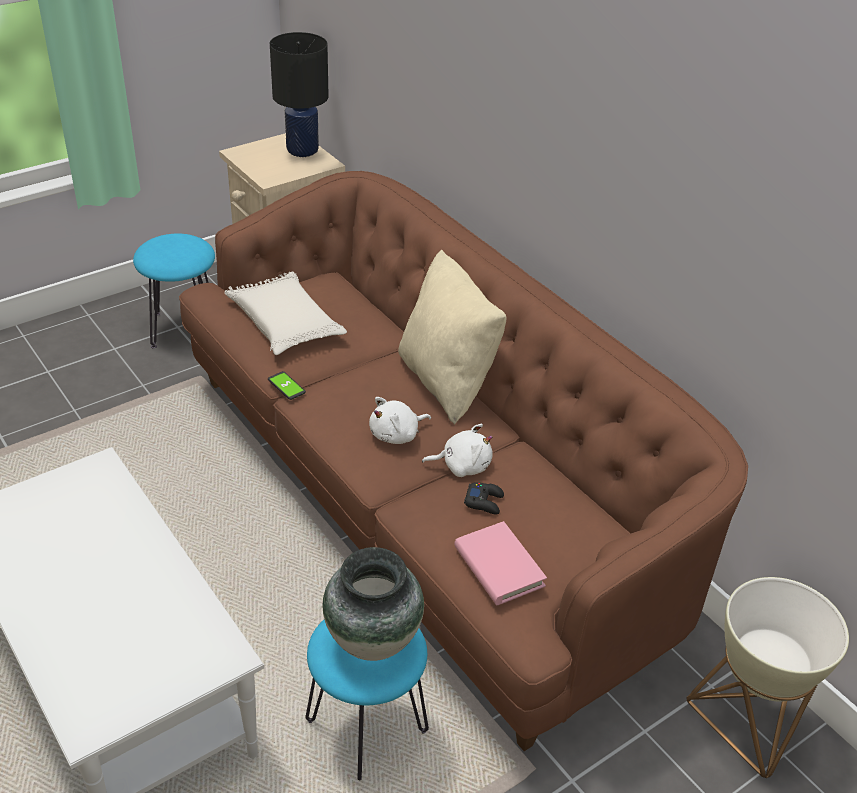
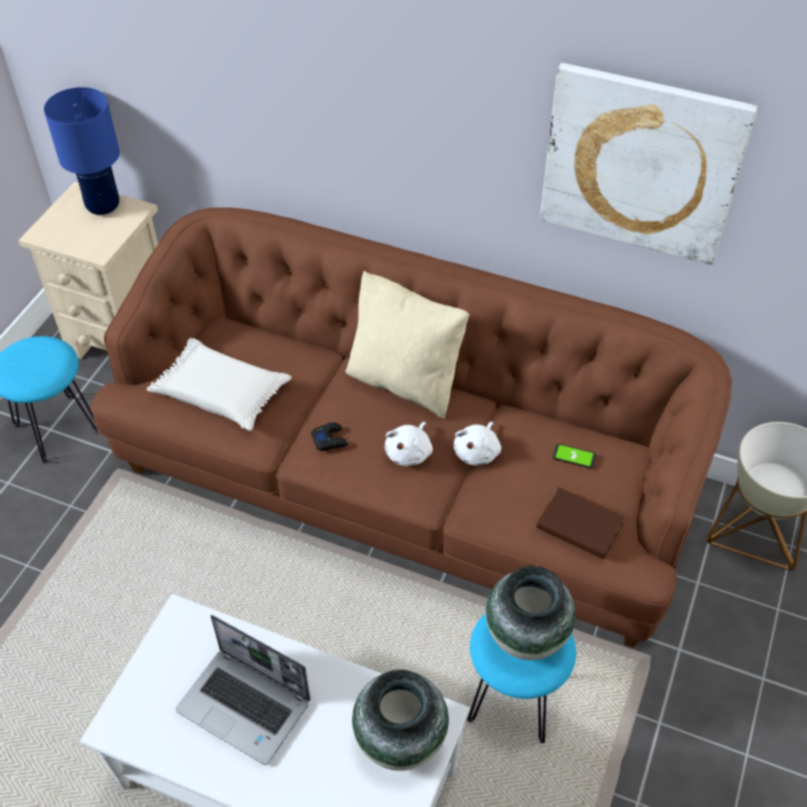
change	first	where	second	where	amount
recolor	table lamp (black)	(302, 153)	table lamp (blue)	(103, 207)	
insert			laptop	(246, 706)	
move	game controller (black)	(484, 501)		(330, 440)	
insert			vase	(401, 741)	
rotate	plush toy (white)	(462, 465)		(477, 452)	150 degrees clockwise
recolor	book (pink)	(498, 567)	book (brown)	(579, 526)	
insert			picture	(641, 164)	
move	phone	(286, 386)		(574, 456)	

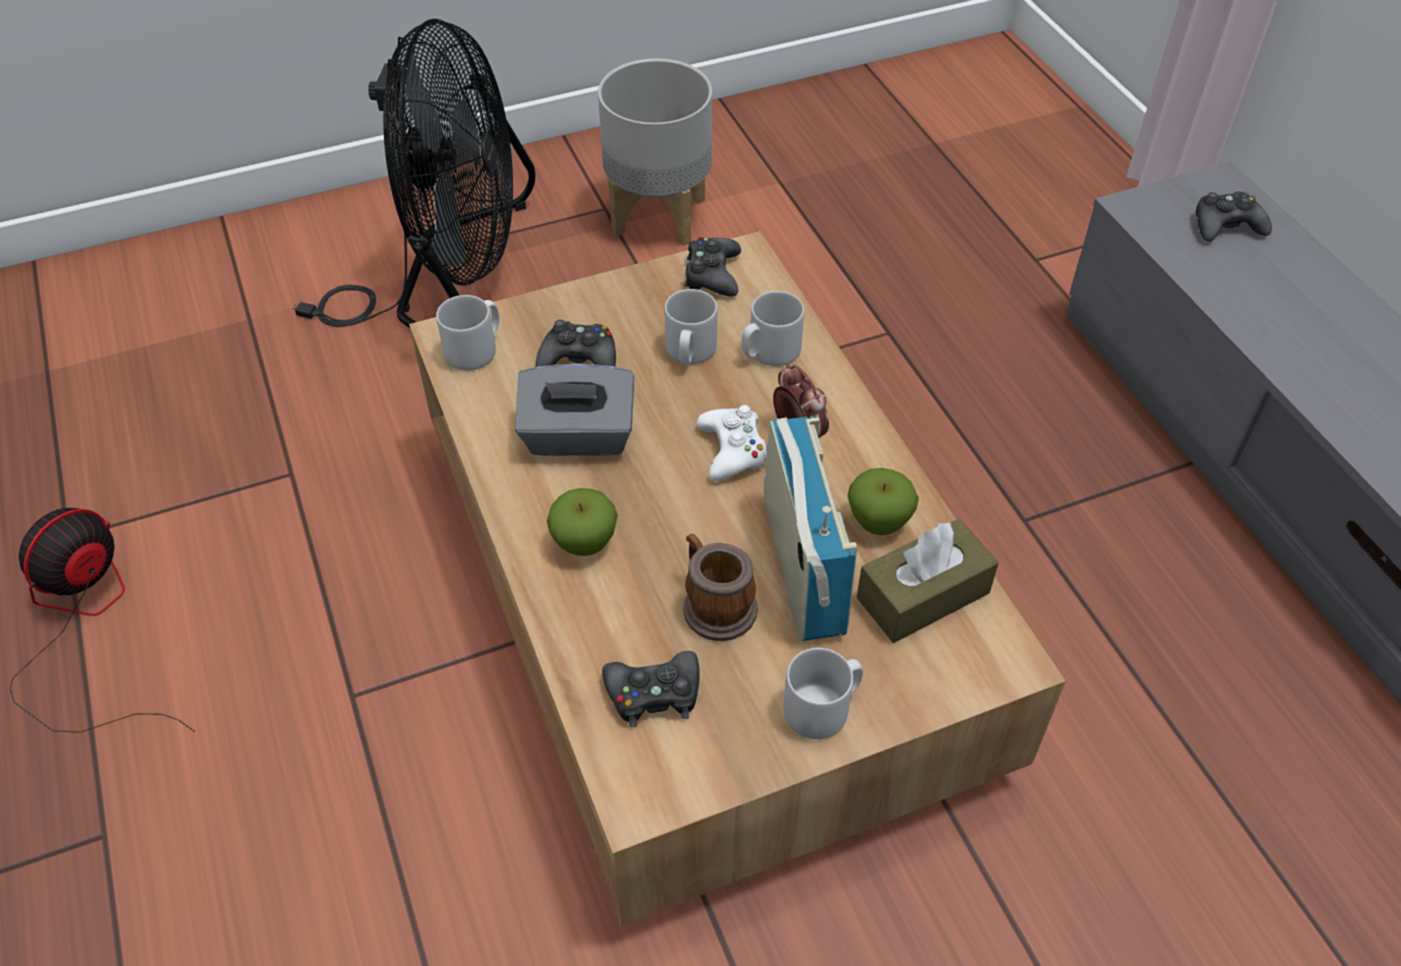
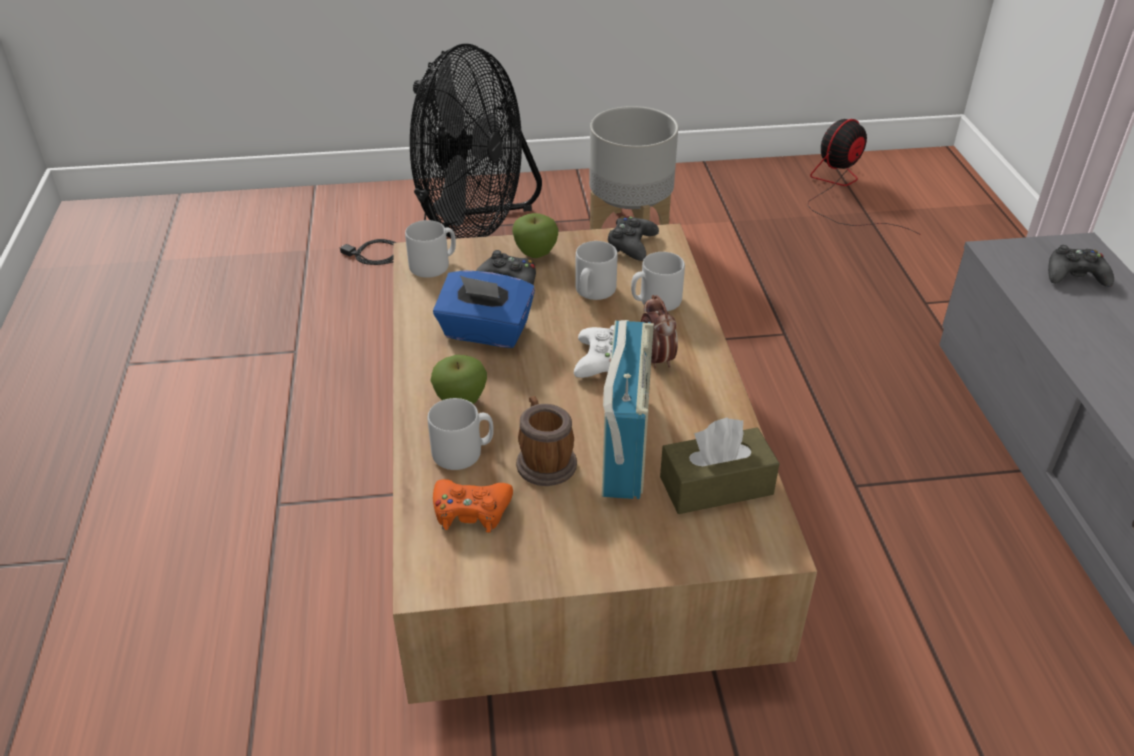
change	first	where	second	where	amount
move	mug (grey)	(823, 708)		(463, 452)	
recolor	tissue box (grey)	(578, 437)	tissue box (blue)	(485, 332)	
recolor	game controller (black)	(654, 694)	game controller (orange)	(471, 511)	
move	apple	(878, 522)		(535, 253)	
move	fan	(88, 628)		(842, 190)	

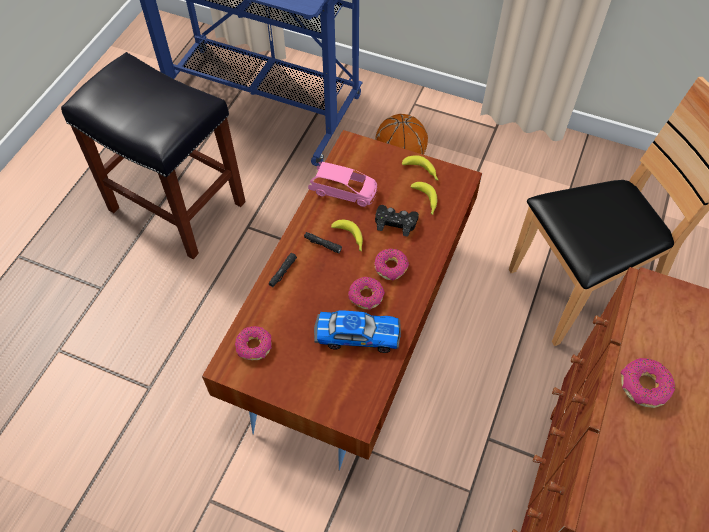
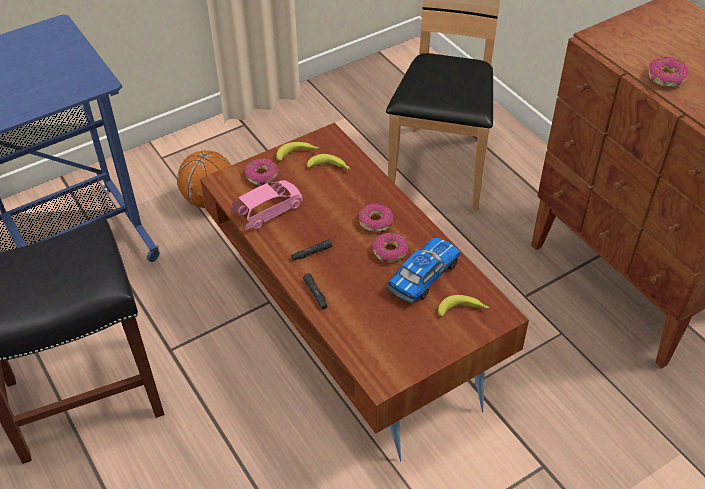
change	first	where	second	where	amount
move	donut	(254, 346)		(262, 176)	
move	banana	(350, 238)		(463, 310)	
delete	game controller (black)	(395, 222)			

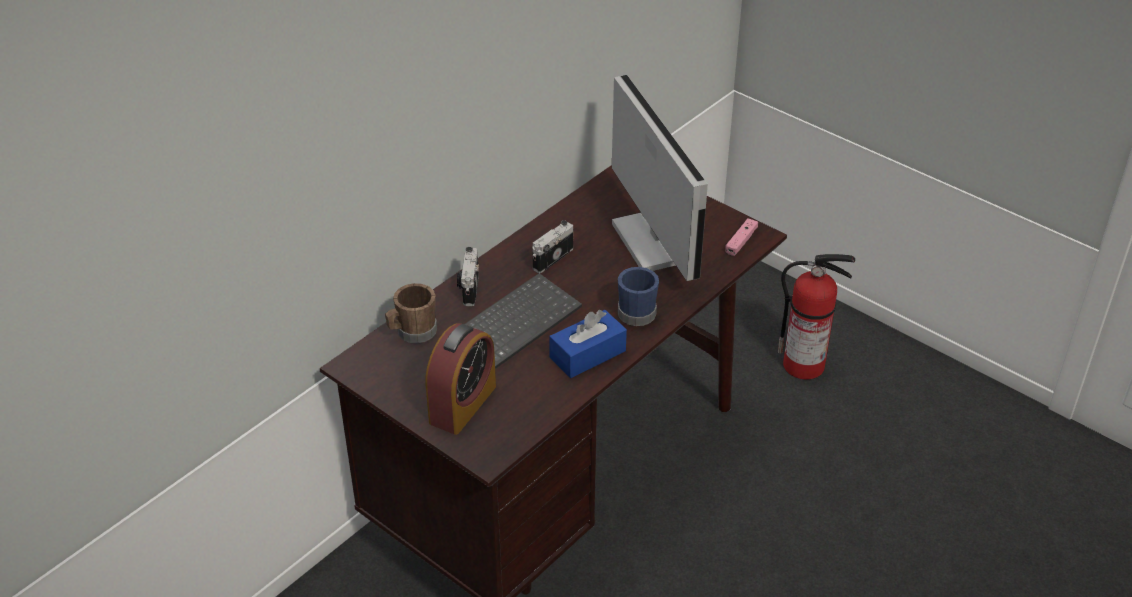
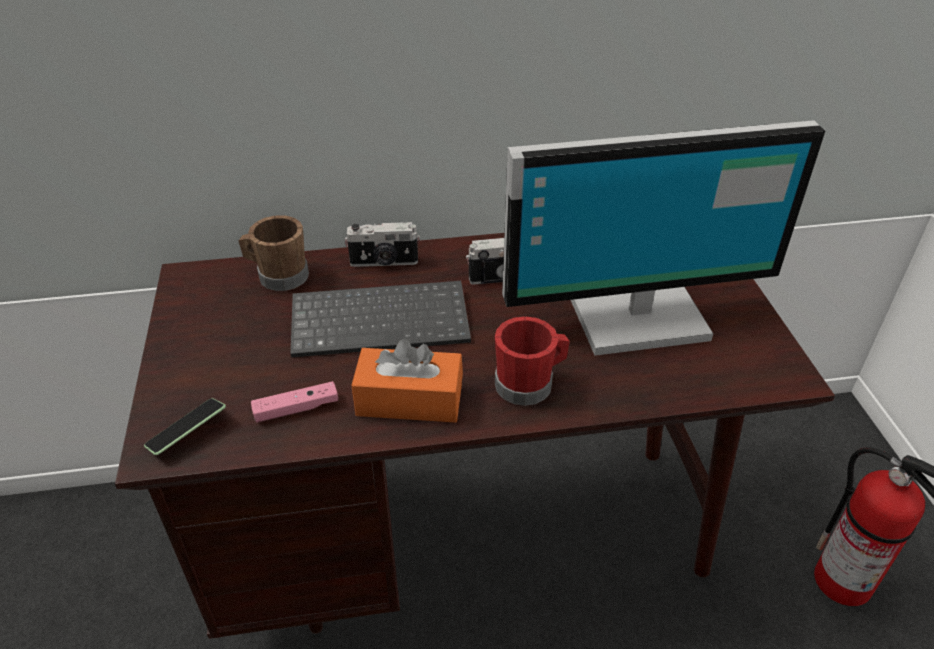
change	first	where	second	where	amount
insert			phone	(188, 434)	
move	game controller (pink)	(741, 241)		(296, 409)	
rotate	photo camera	(469, 288)		(384, 262)	135 degrees counterclockwise
recolor	tissue box (blue)	(587, 354)	tissue box (orange)	(409, 400)	
recolor	mug (blue)	(639, 311)	mug (red)	(529, 383)	
rotate	monitor	(651, 242)		(636, 314)	60 degrees clockwise
delete	alarm clock	(462, 404)			

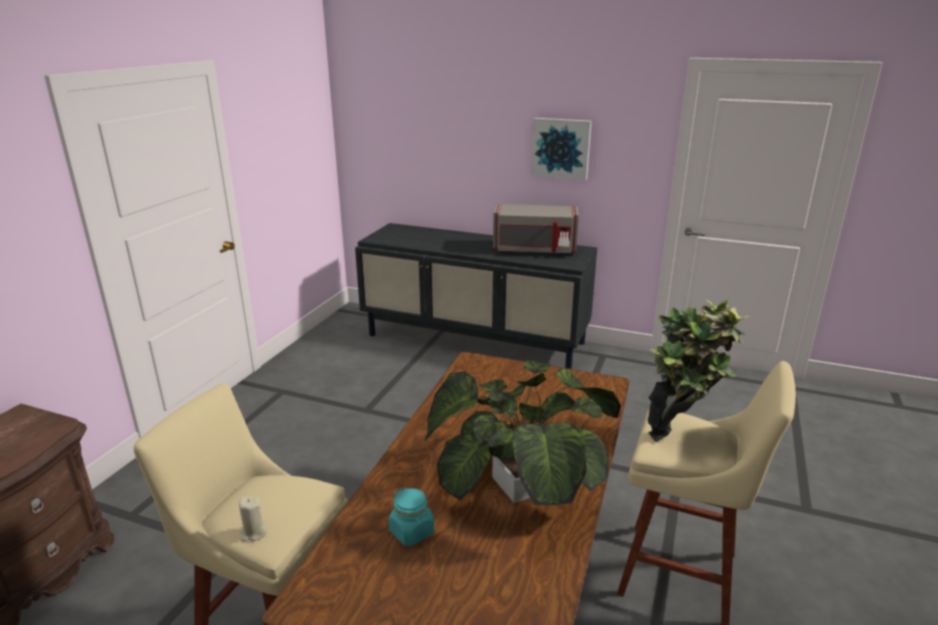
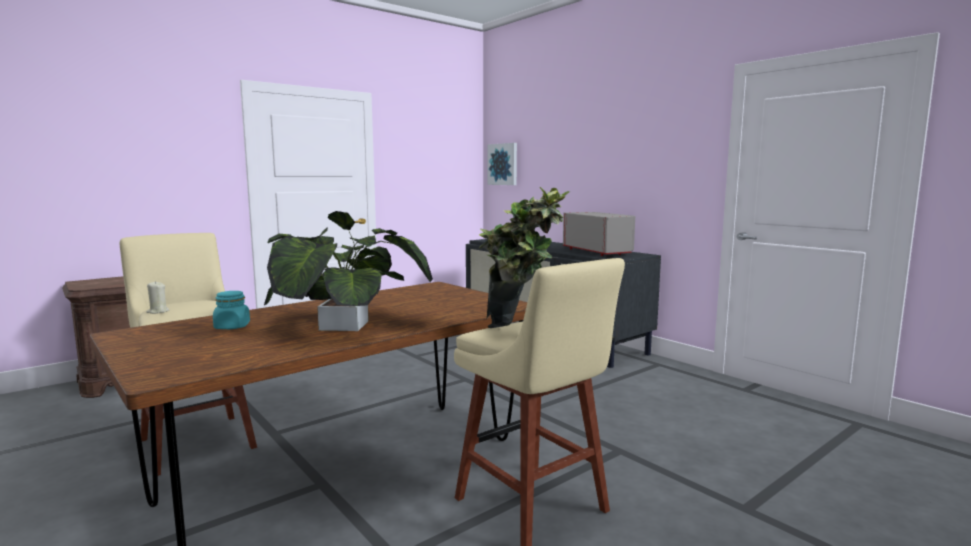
change	first	where	second	where	amount
move	picture	(561, 148)		(503, 164)	
rotate	microwave (grey)	(534, 250)		(598, 251)	150 degrees counterclockwise

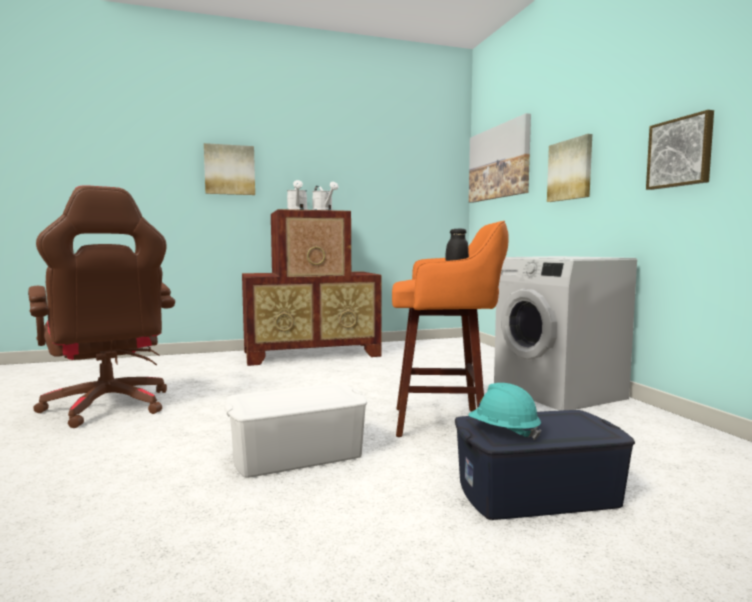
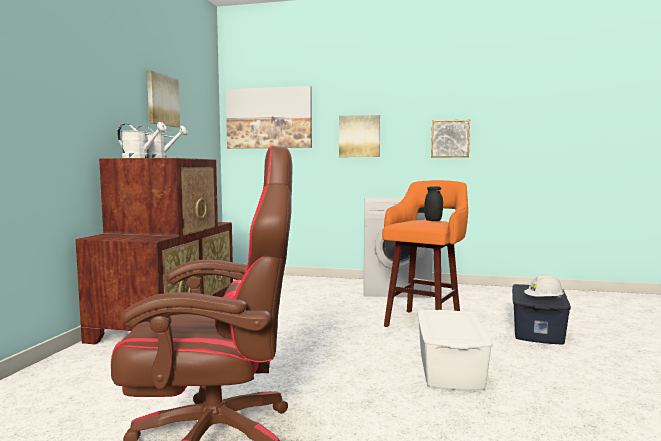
change	first	where	second	where	amount
move	picture	(229, 170)		(162, 100)	
recolor	hard hat (turquoise)	(503, 432)	hard hat (white)	(544, 300)	

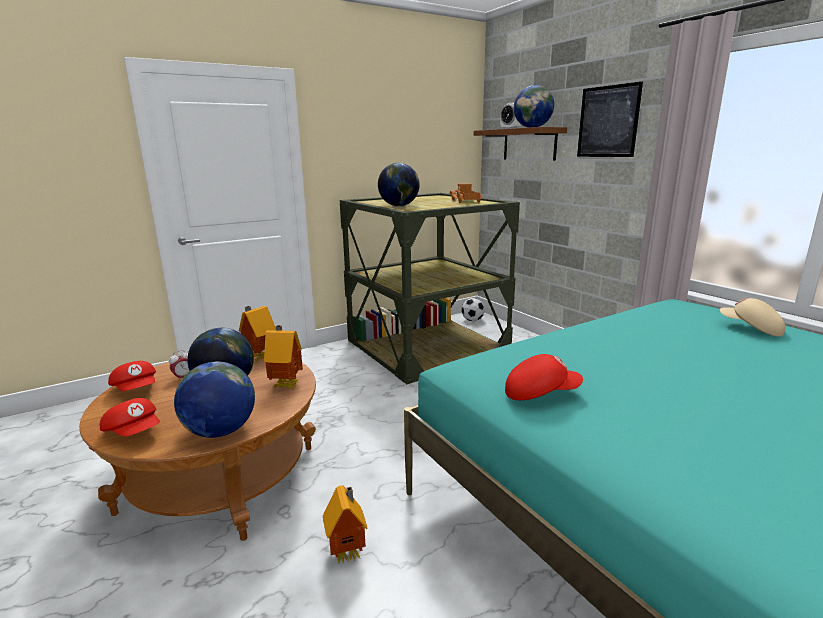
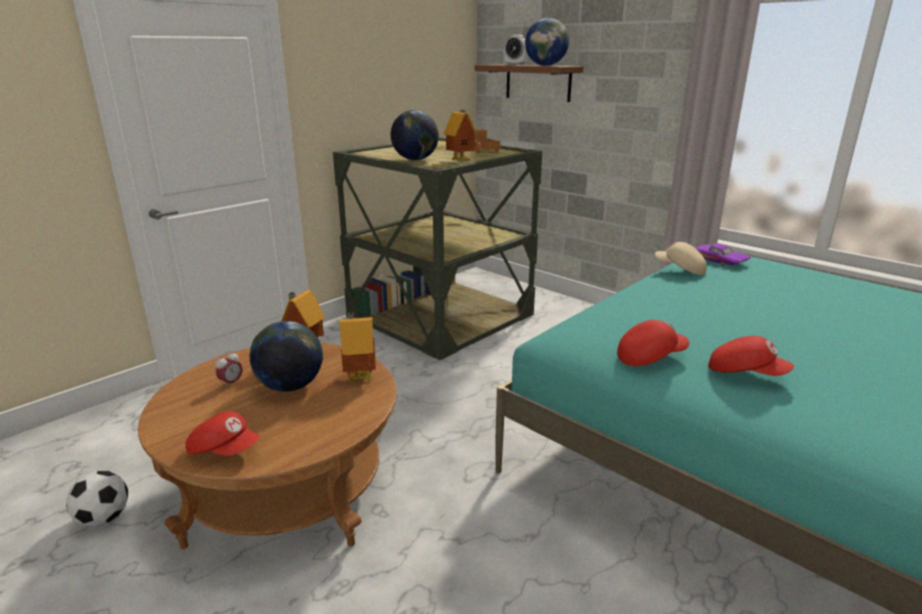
change	first	where	second	where	amount
move	football	(472, 320)		(104, 518)	
move	toy house	(348, 553)		(461, 161)	
move	cap (beige)	(750, 329)		(680, 269)	
insert			toy car (purple)	(719, 261)	
move	cap (red)	(137, 389)		(745, 373)	
delete	globe	(220, 431)			
delete	picture	(608, 121)			

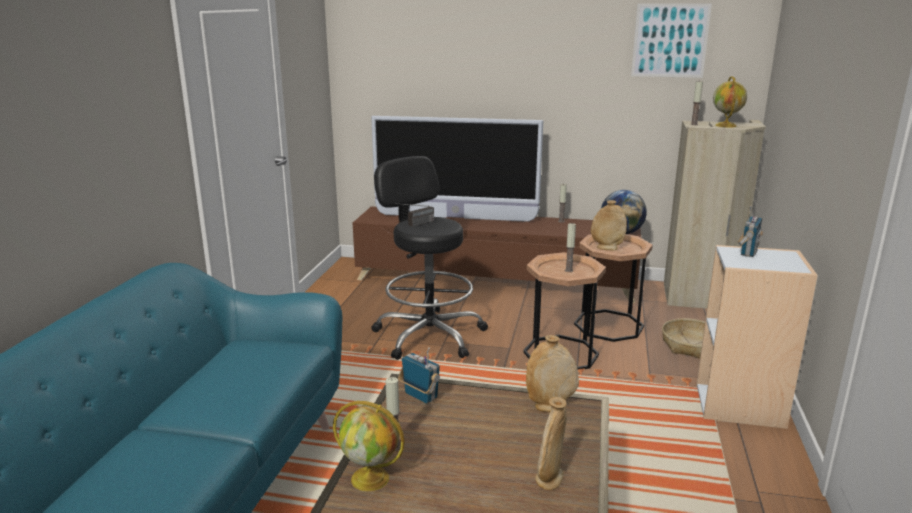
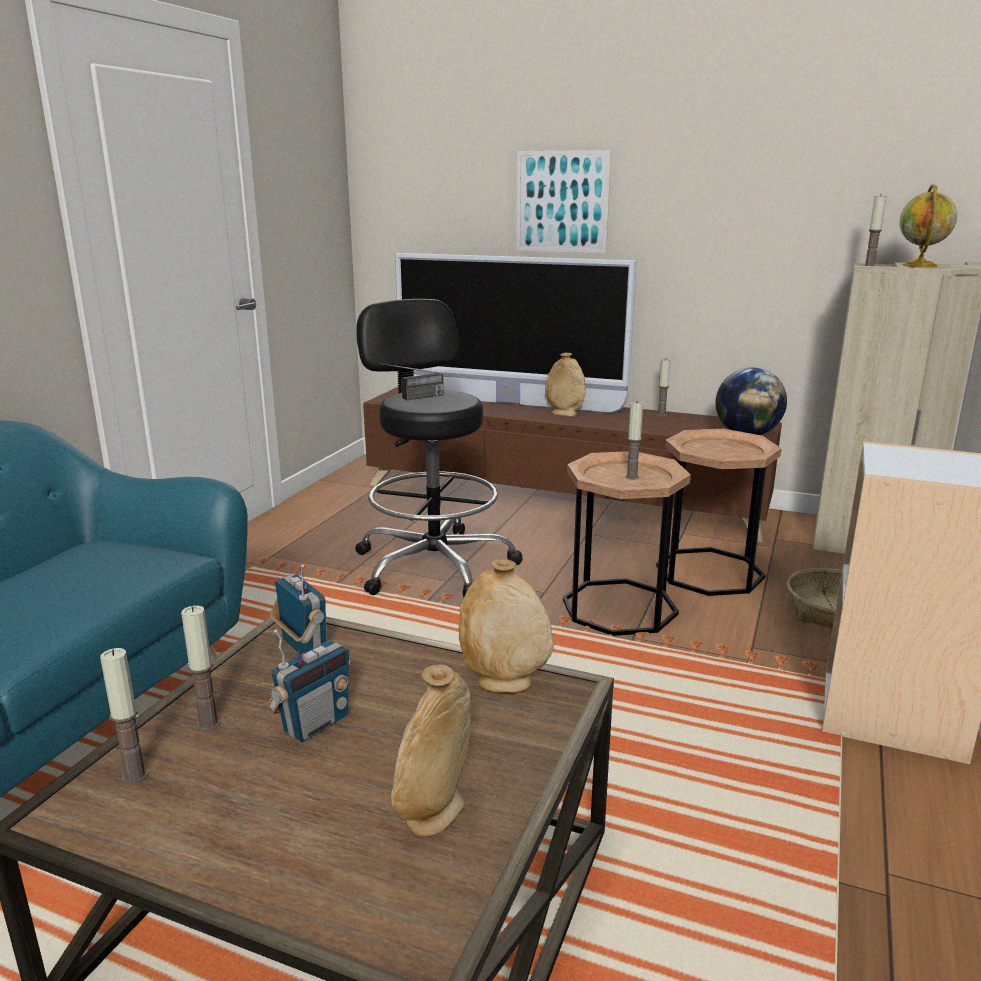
change	first	where	second	where	amount
replace	globe	(371, 478)	candle	(135, 776)	
move	radio	(748, 252)		(315, 724)	
move	picture	(670, 40)		(562, 202)	
move	vase (beige)	(607, 248)		(564, 414)	

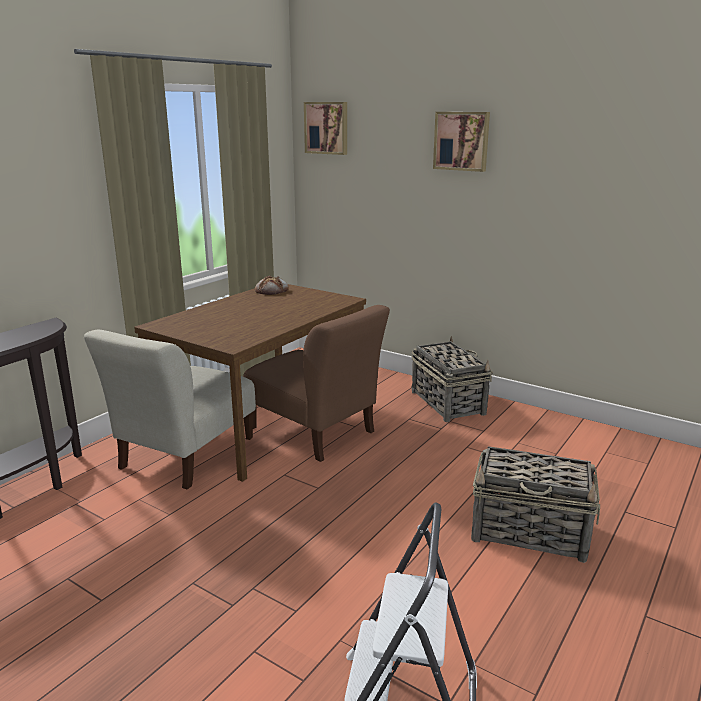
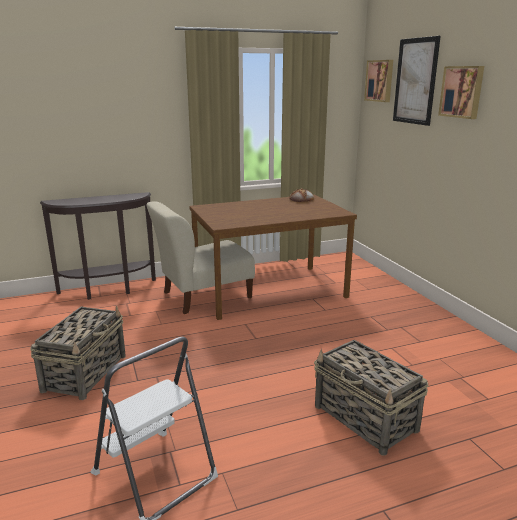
change	first	where	second	where	amount
move	basket	(447, 402)		(86, 372)	
insert			picture	(415, 81)	
delete	chair (brown)	(315, 432)			

